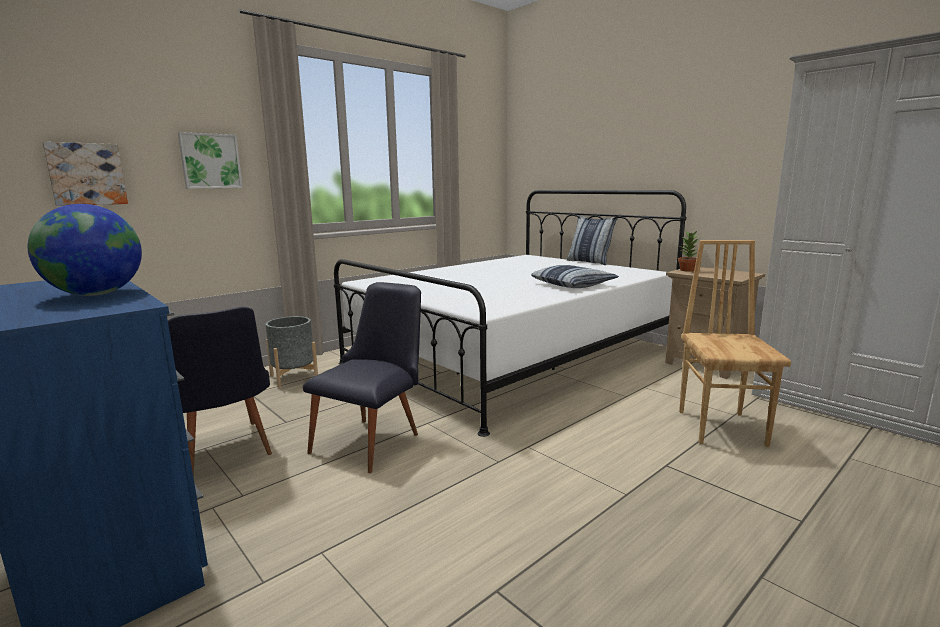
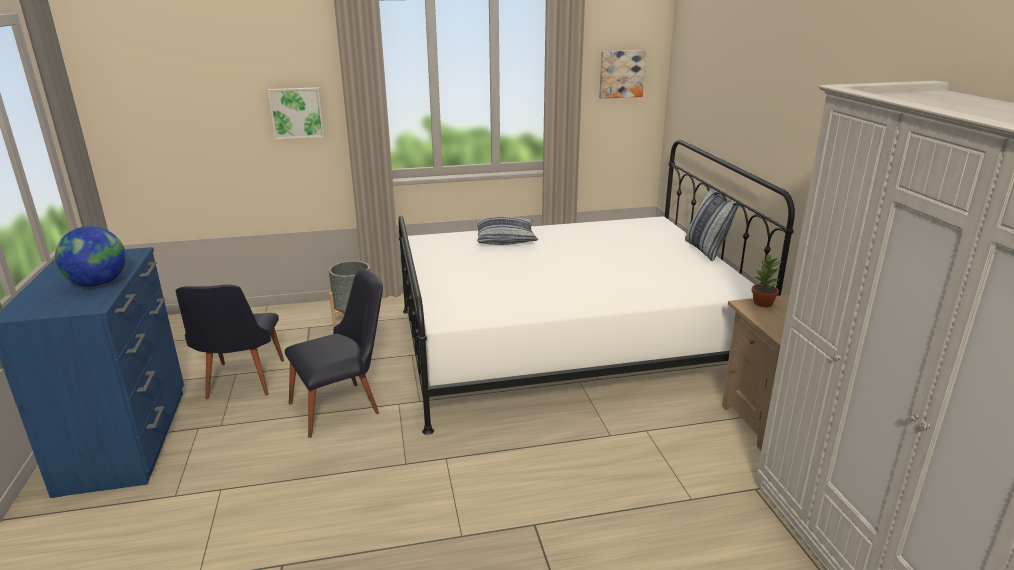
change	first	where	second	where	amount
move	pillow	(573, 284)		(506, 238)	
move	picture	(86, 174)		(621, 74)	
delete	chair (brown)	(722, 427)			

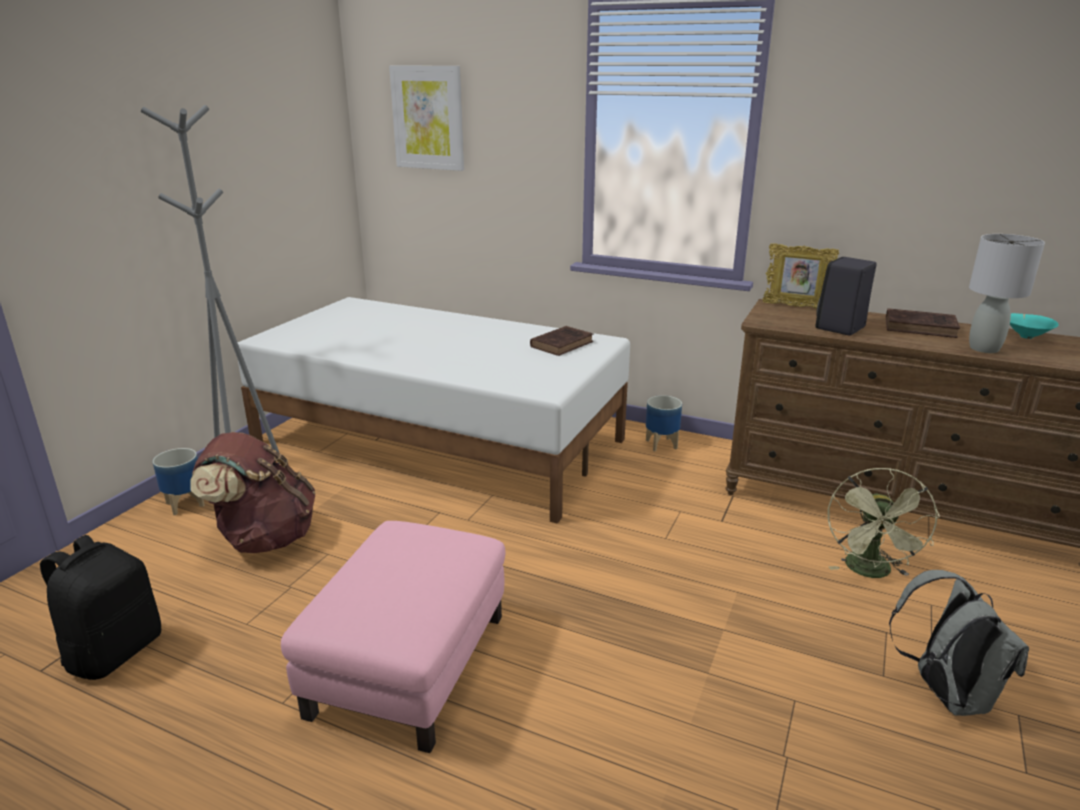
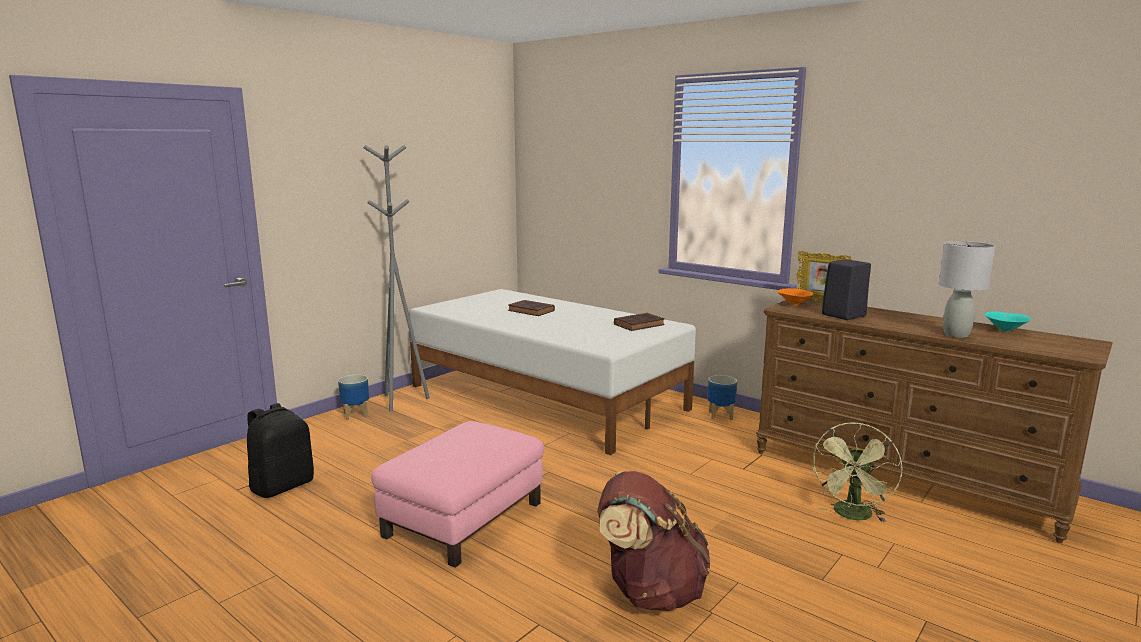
change	first	where	second	where	amount
move	book (brown)	(922, 328)		(532, 311)	
move	backpack (brown)	(264, 538)		(650, 591)	
insert			bowl (orange)	(793, 304)	
delete	picture	(428, 118)			
delete	backpack (grey)	(944, 693)			

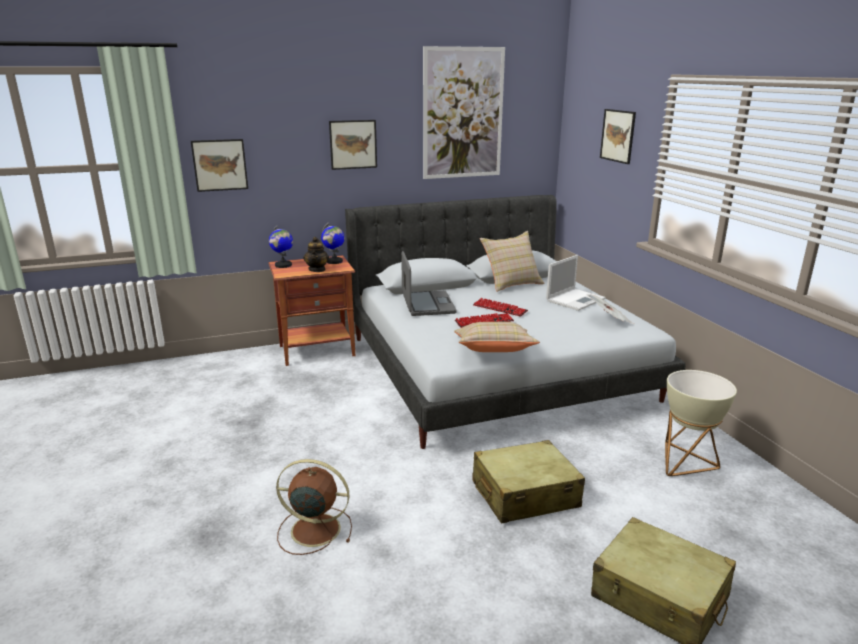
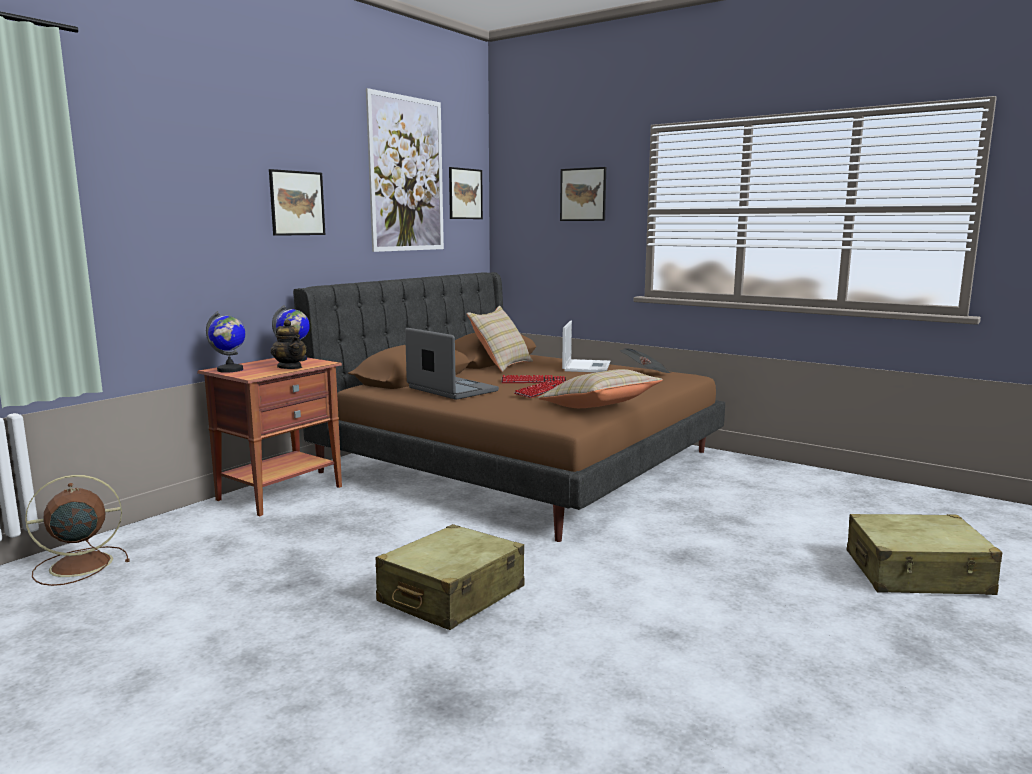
change	first	where	second	where	amount
move	fan (brown)	(313, 529)		(78, 565)	
recolor	bed (grey)	(495, 368)	bed (brown)	(520, 462)	
move	suitcase (beige)	(524, 494)		(451, 596)	
move	picture	(220, 165)		(465, 194)	
delete	planter	(686, 463)			

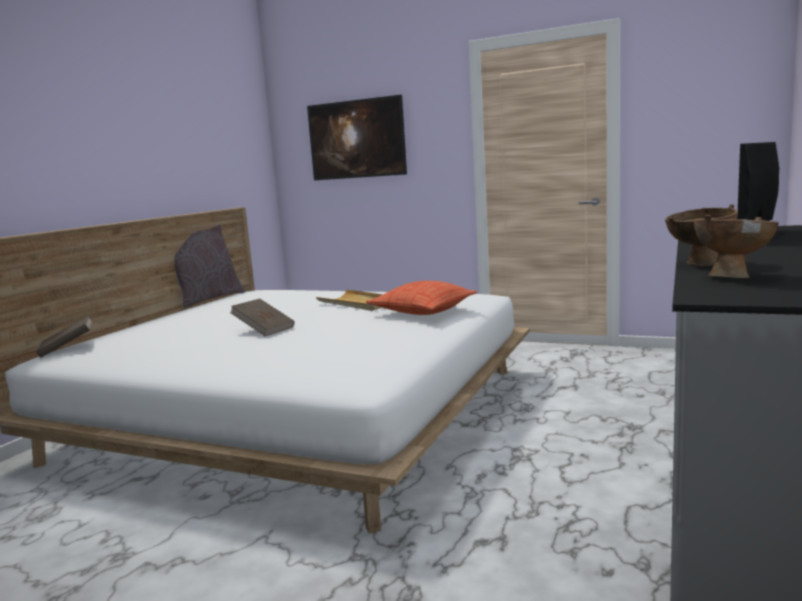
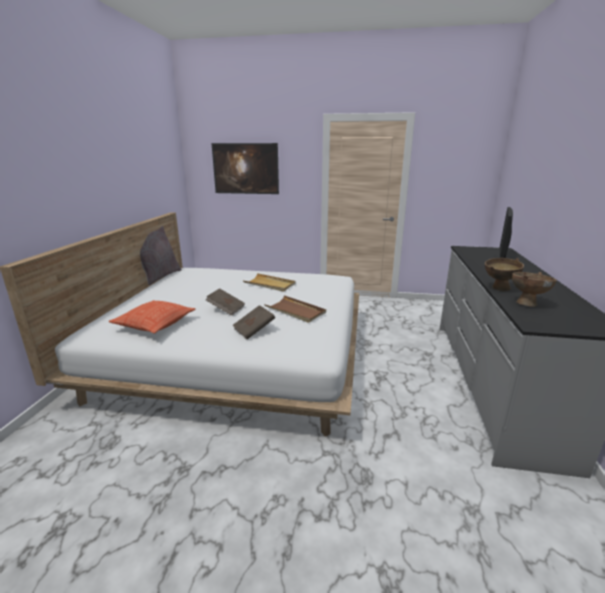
change	first	where	second	where	amount
move	pillow (orange)	(423, 311)		(155, 325)	
move	book (brown)	(67, 349)		(254, 330)	
insert			tray (brown)	(295, 311)	

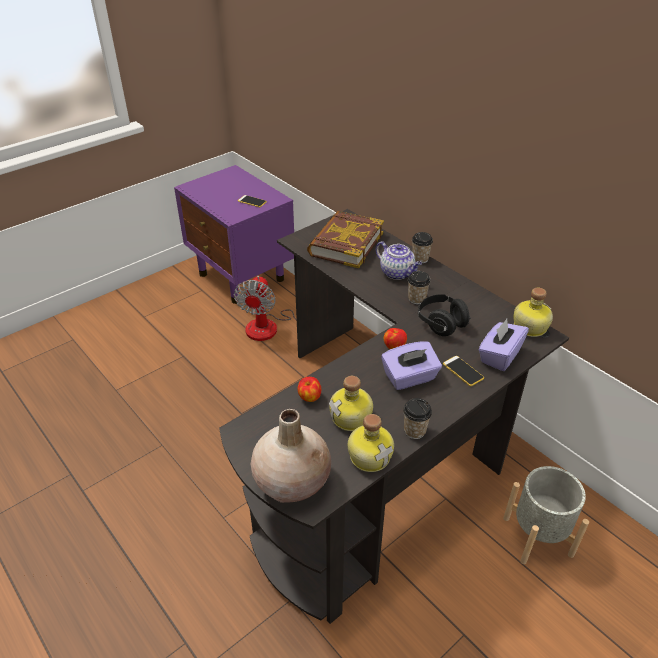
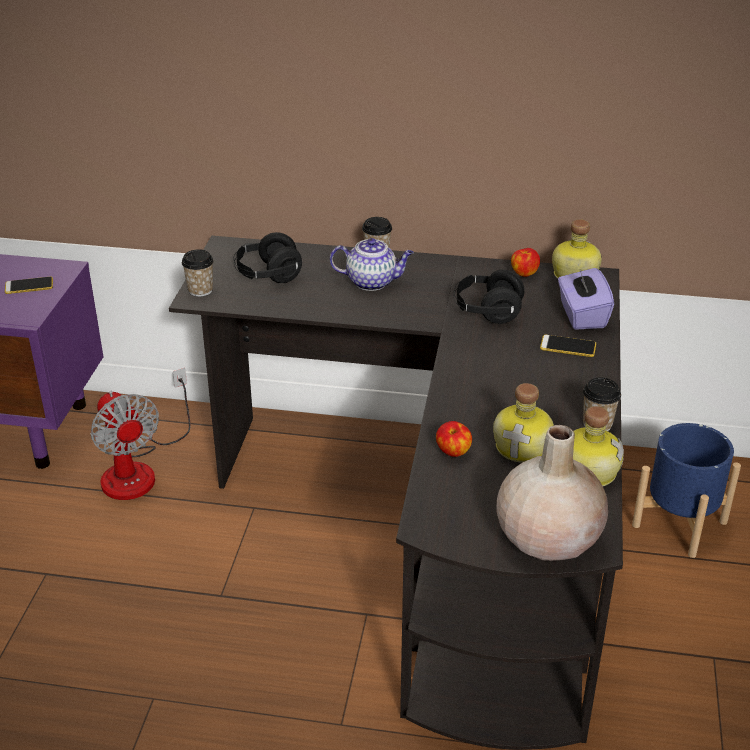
change	first	where	second	where	amount
move	cup	(417, 299)		(200, 290)	
replace	book	(345, 244)	headphones (black)	(267, 276)	
move	apple	(394, 346)		(524, 273)	
recolor	planter (grey)	(537, 536)	planter (blue)	(679, 523)	
delete	tissue box (purple)	(410, 378)			

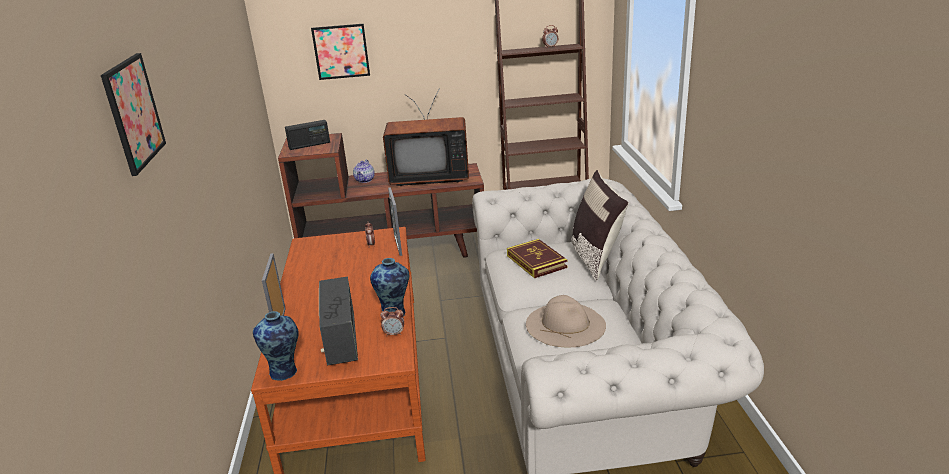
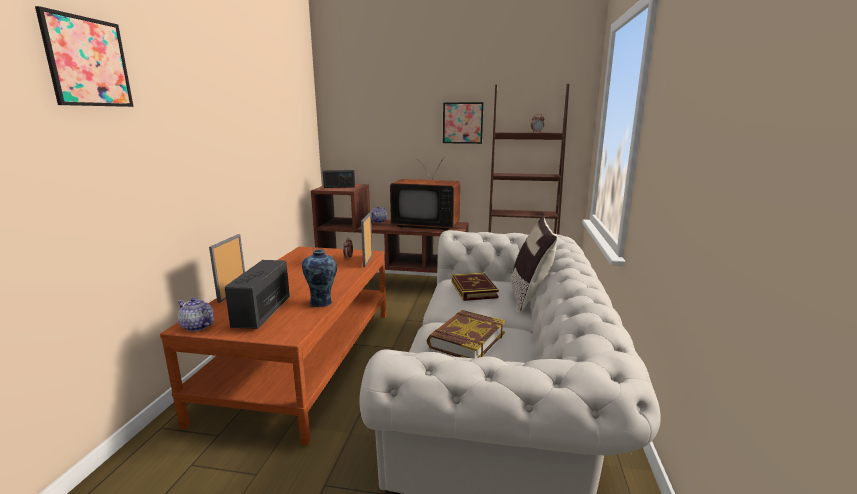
change	first	where	second	where	amount
replace	vase	(284, 372)	teapot	(197, 326)	
replace	hat (beige)	(565, 324)	book	(466, 340)	
move	picture	(341, 51)		(462, 123)	
delete	alarm clock	(394, 334)			

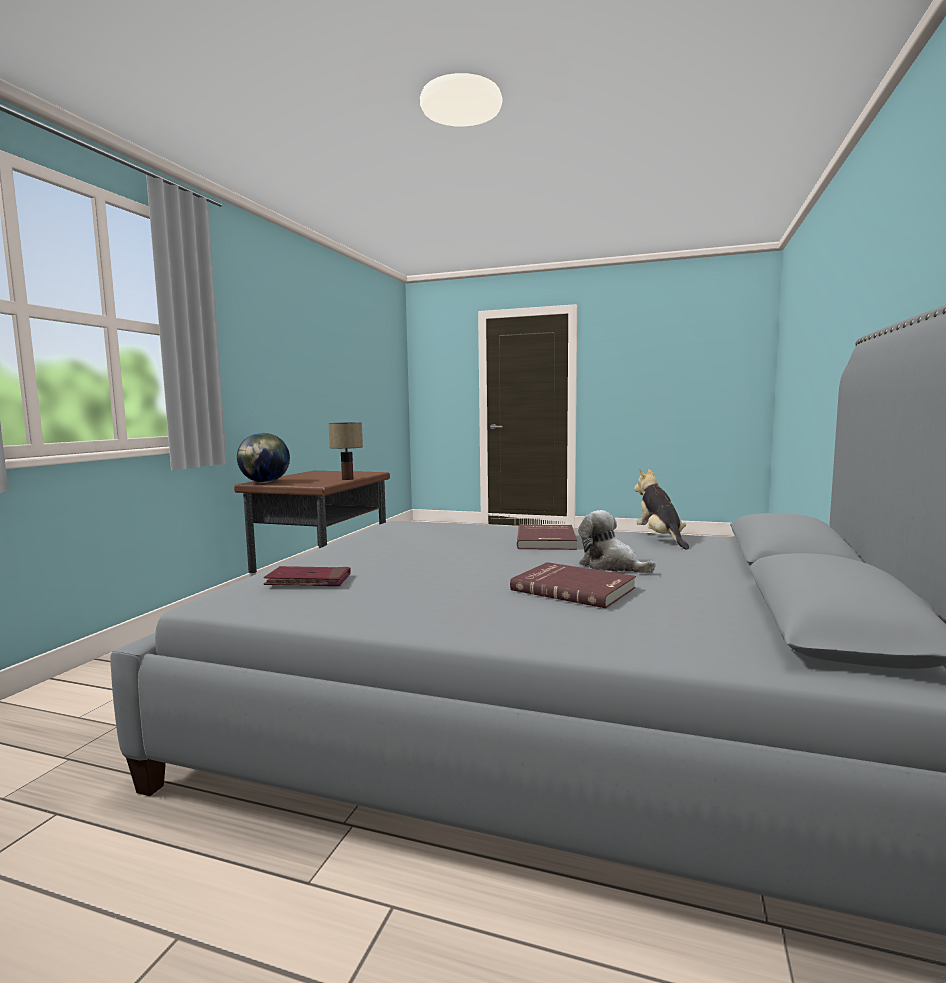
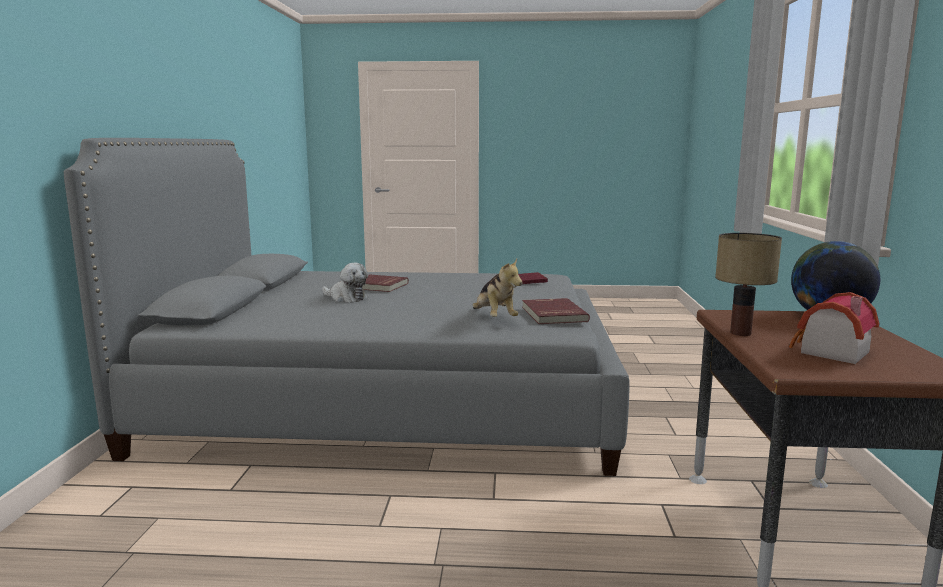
change	first	where	second	where	amount
move	plush toy	(660, 538)		(494, 318)	
move	book (red)	(547, 540)		(552, 314)	
insert			toy house	(829, 352)	

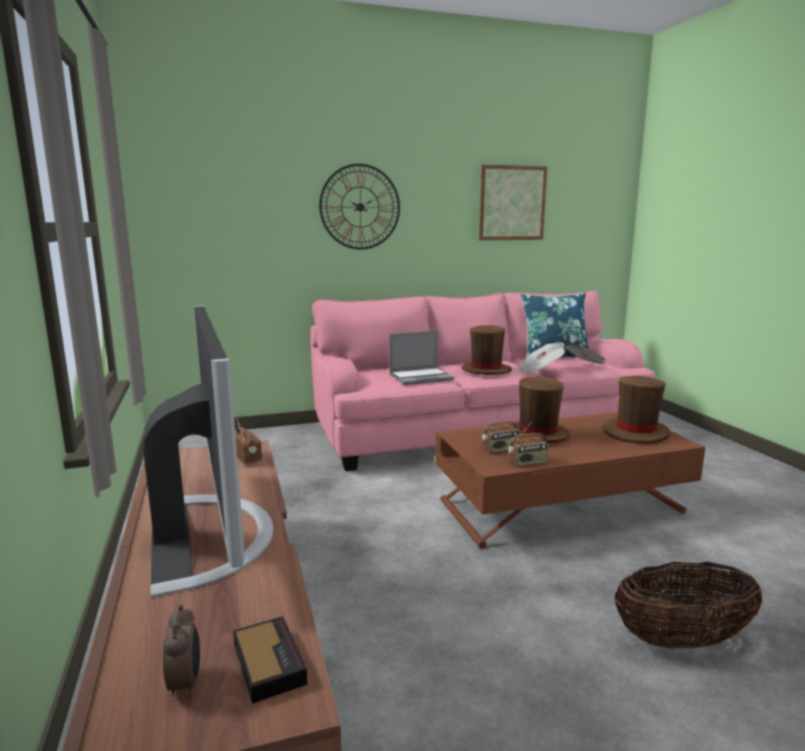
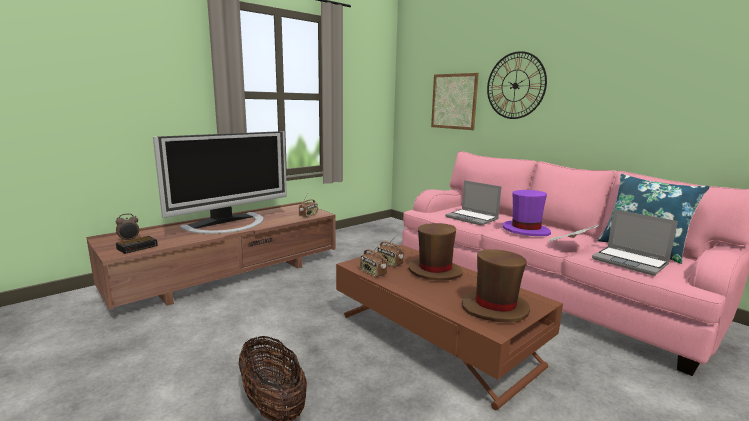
change	first	where	second	where	amount
move	picture	(512, 202)		(454, 100)	
recolor	hat (brown)	(486, 370)	hat (purple)	(525, 230)	
replace	newspaper	(585, 366)	laptop	(630, 262)	

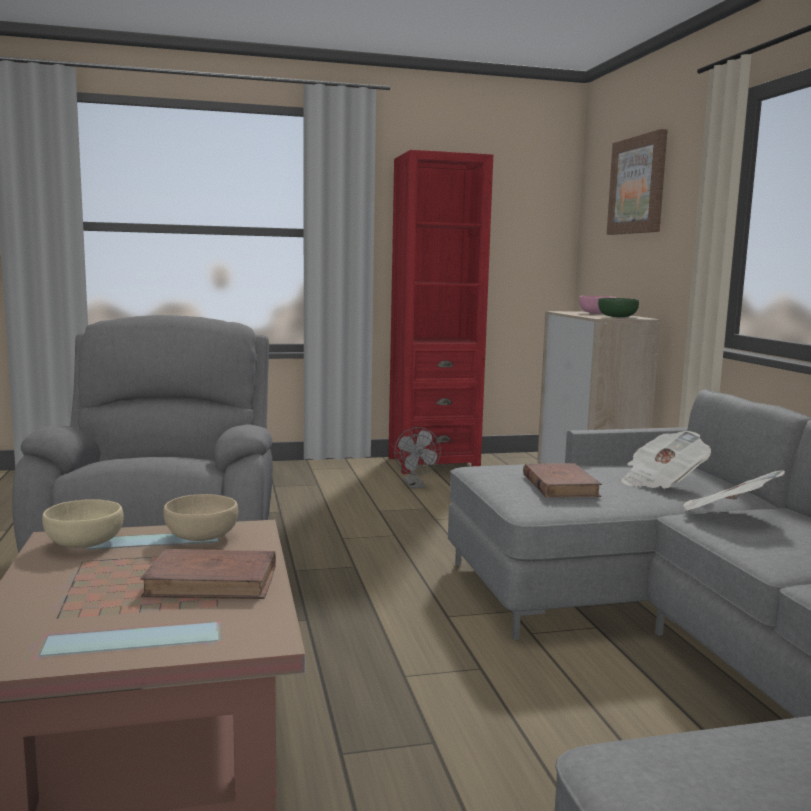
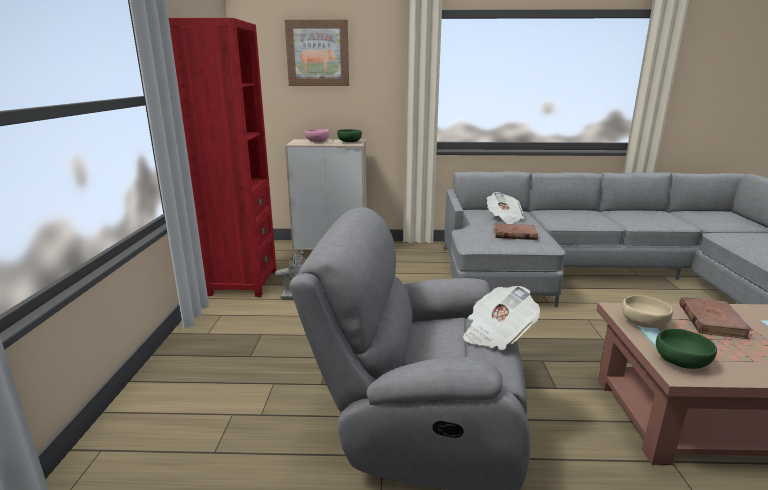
change	first	where	second	where	amount
move	newspaper	(726, 516)		(497, 334)	
recolor	bowl (beige)	(84, 543)	bowl (green)	(682, 361)	

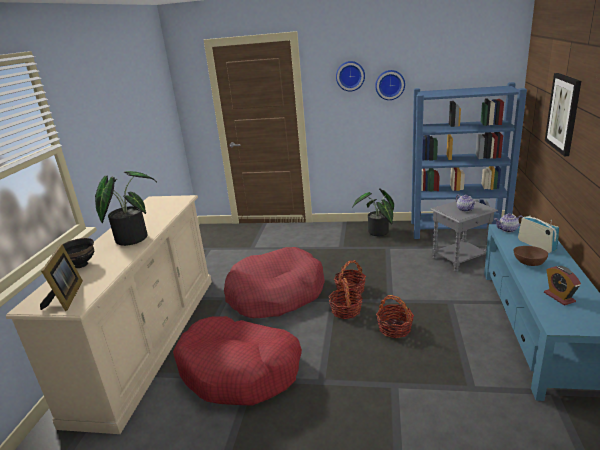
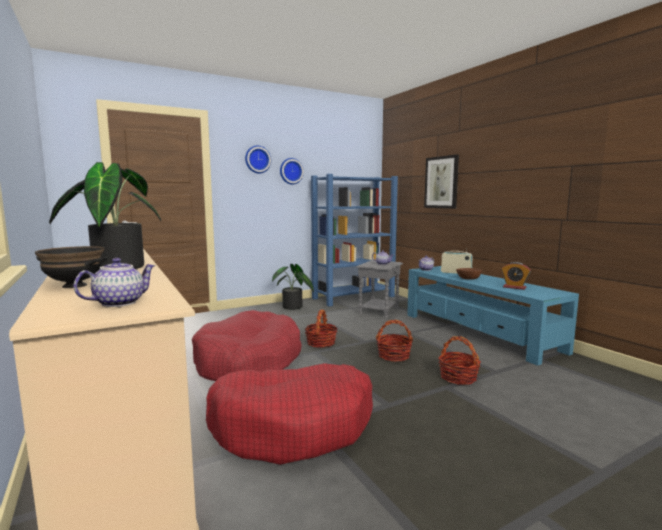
change	first	where	second	where	amount
replace	picture frame	(66, 297)	teapot	(119, 303)	
move	basket	(346, 310)		(458, 377)	

